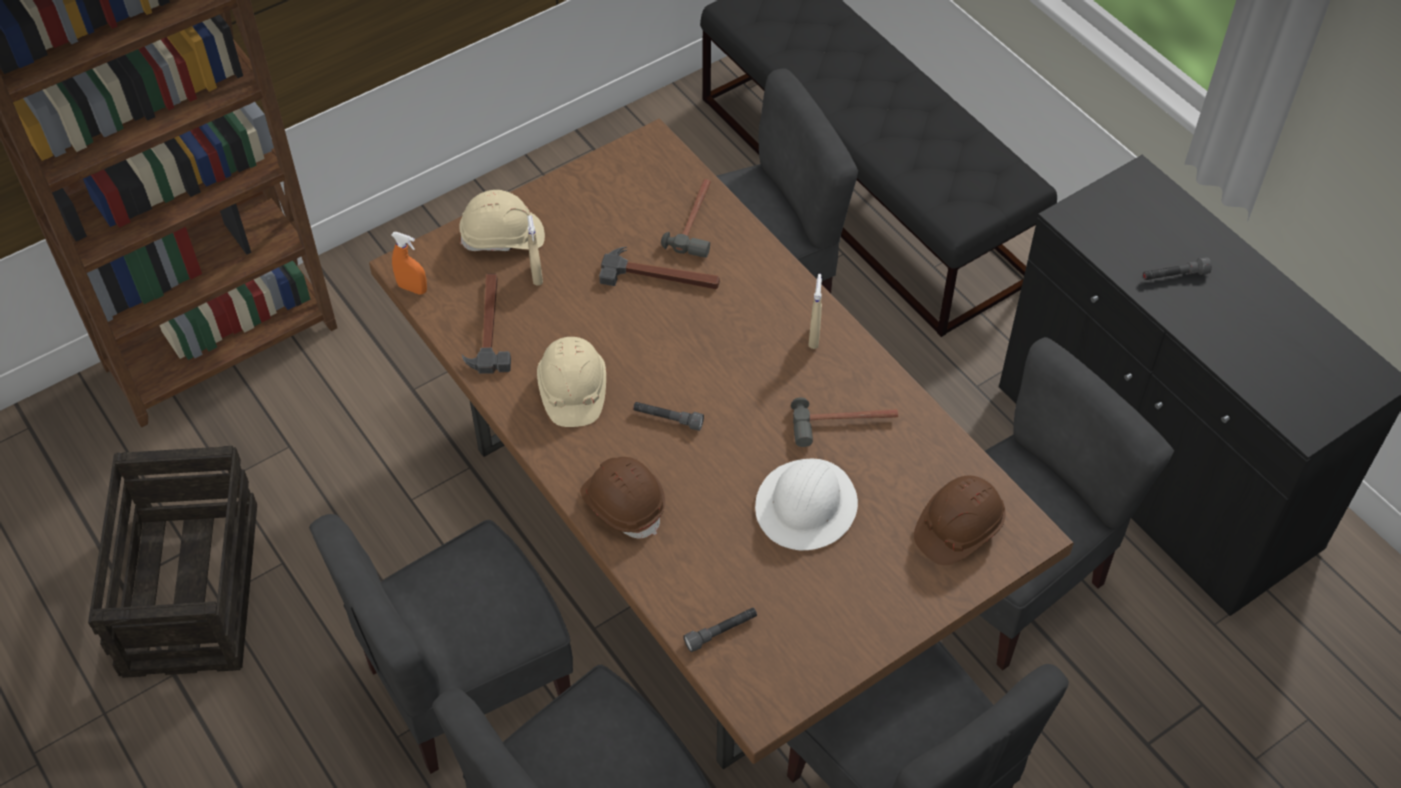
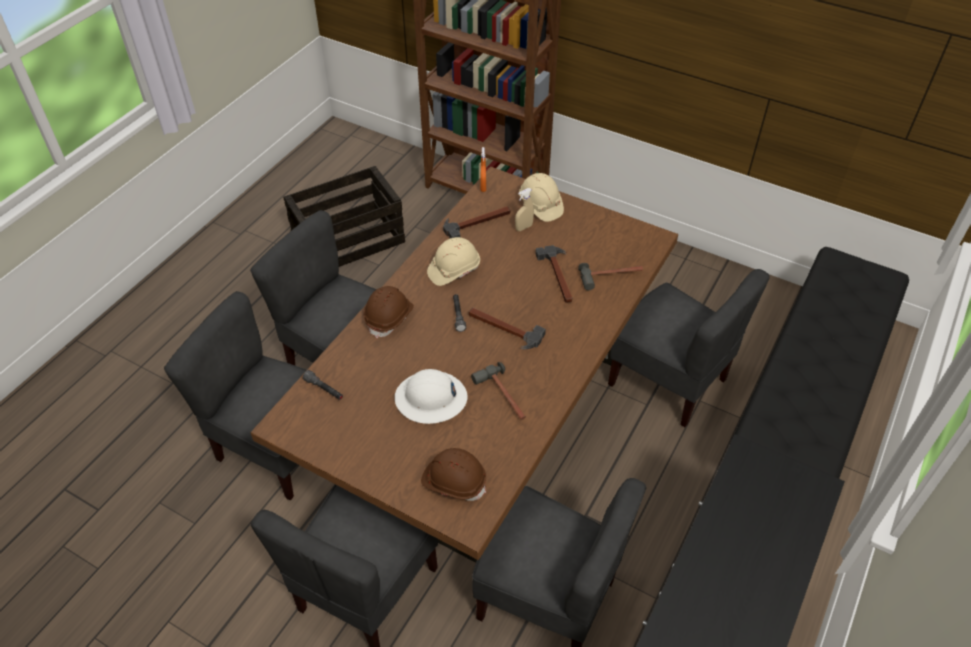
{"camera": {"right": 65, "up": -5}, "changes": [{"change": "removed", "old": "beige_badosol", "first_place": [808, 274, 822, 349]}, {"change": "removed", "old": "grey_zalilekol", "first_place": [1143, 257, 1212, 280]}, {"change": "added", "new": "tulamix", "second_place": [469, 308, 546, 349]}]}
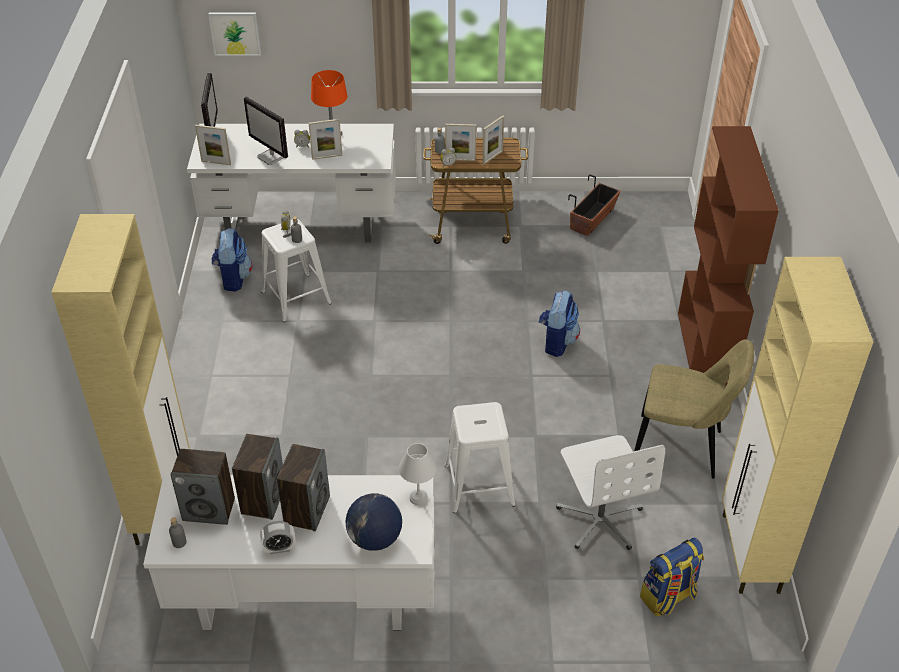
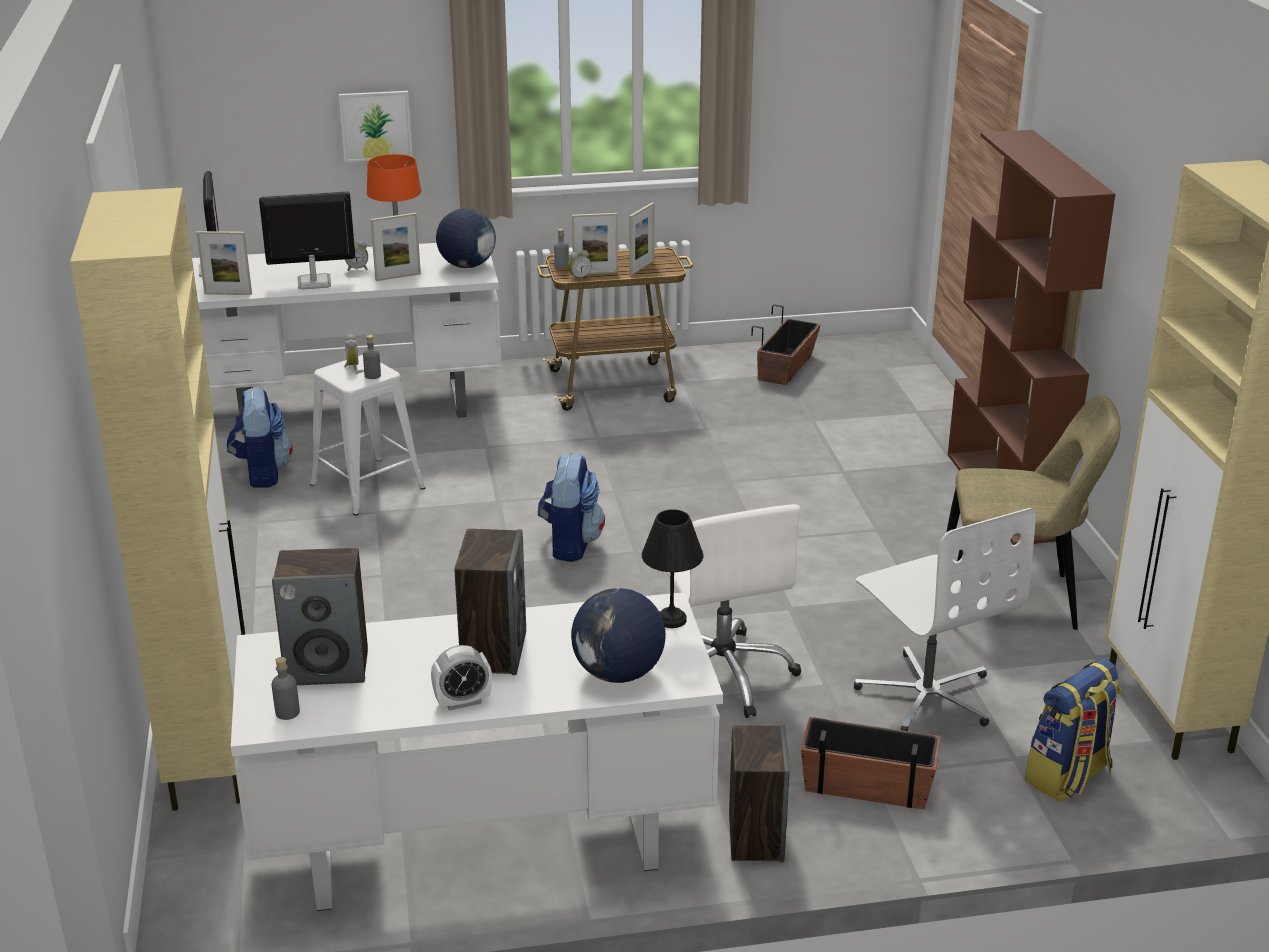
{"camera": {"right": -10, "up": -15}, "changes": [{"change": "moved", "old": "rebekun", "first_place": [208, 13, 261, 56], "second_place": [339, 91, 413, 162]}, {"change": "moved", "old": "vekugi", "first_place": [232, 434, 283, 520], "second_place": [729, 725, 790, 862]}, {"change": "turned", "old": "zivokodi", "first_place": [244, 96, 288, 165], "second_place": [259, 191, 355, 289], "degrees": 135}, {"change": "recoloured", "old": "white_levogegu", "new": "black_levogegu", "first_place": [399, 443, 437, 505], "second_place": [642, 509, 703, 628]}, {"change": "replaced", "old": "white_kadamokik", "new": "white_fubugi", "first_place": [444, 402, 516, 514], "second_place": [666, 504, 801, 718]}, {"change": "moved", "old": "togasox", "first_place": [539, 290, 580, 357], "second_place": [538, 453, 605, 562]}, {"change": "added", "new": "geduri", "second_place": [436, 208, 496, 268]}, {"change": "added", "new": "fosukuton", "second_place": [801, 717, 941, 809]}]}
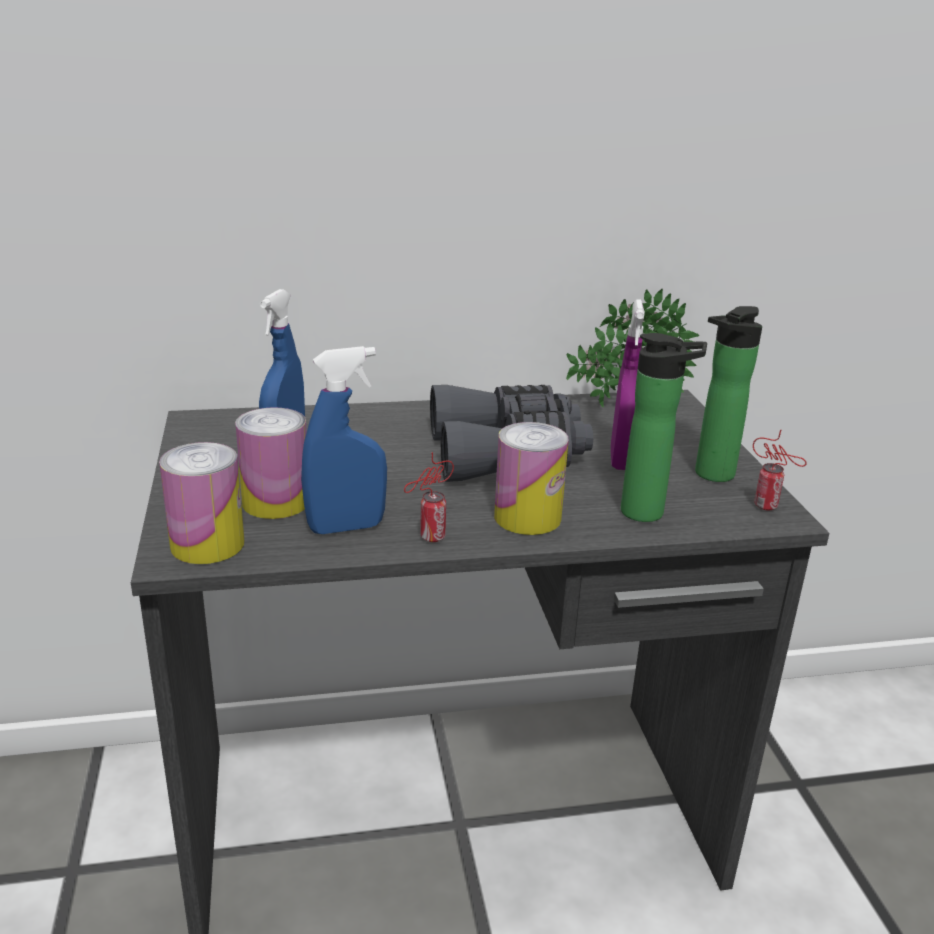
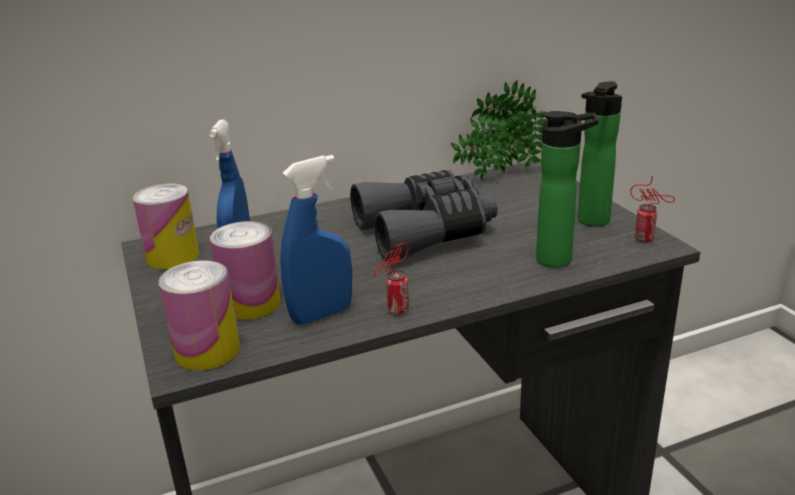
{"camera": {"right": -10, "up": 0}, "changes": [{"change": "moved", "old": "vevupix", "first_place": [494, 422, 569, 535], "second_place": [133, 184, 199, 270]}, {"change": "removed", "old": "purple_badosol", "first_place": [611, 299, 645, 470]}]}
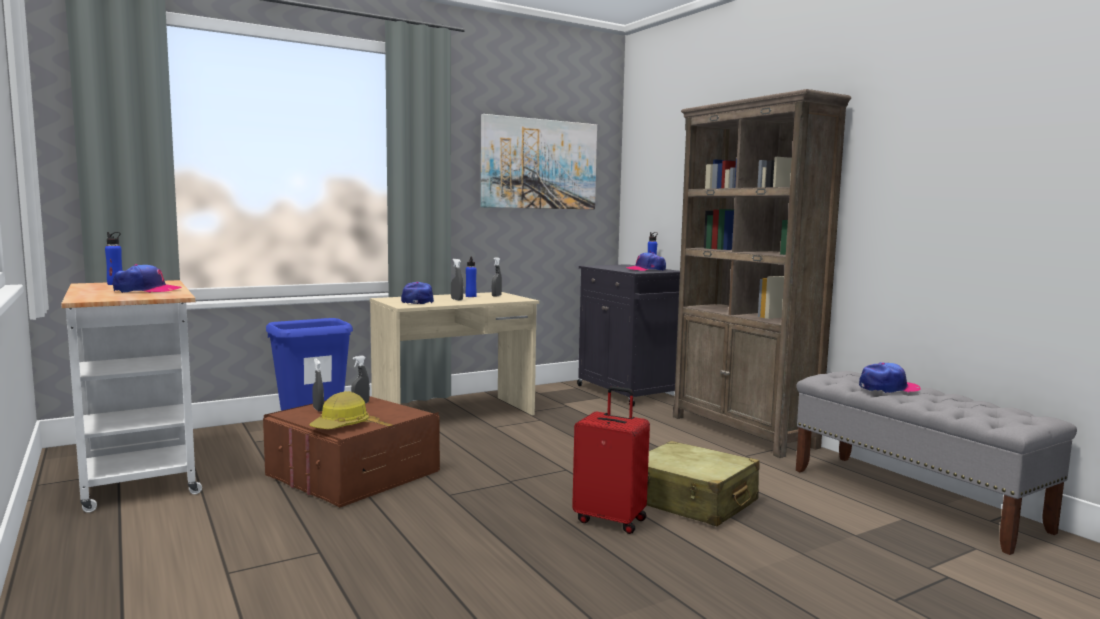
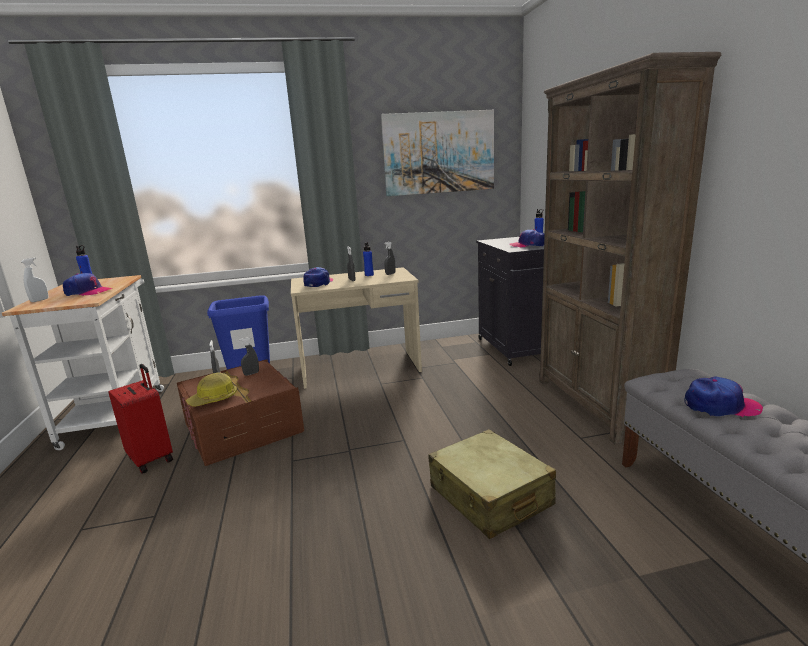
{"camera": {"right": 20, "up": 10}, "changes": [{"change": "moved", "old": "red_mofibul", "first_place": [572, 386, 650, 534], "second_place": [108, 364, 173, 474]}, {"change": "added", "new": "white_badosol", "second_place": [21, 257, 49, 302]}]}
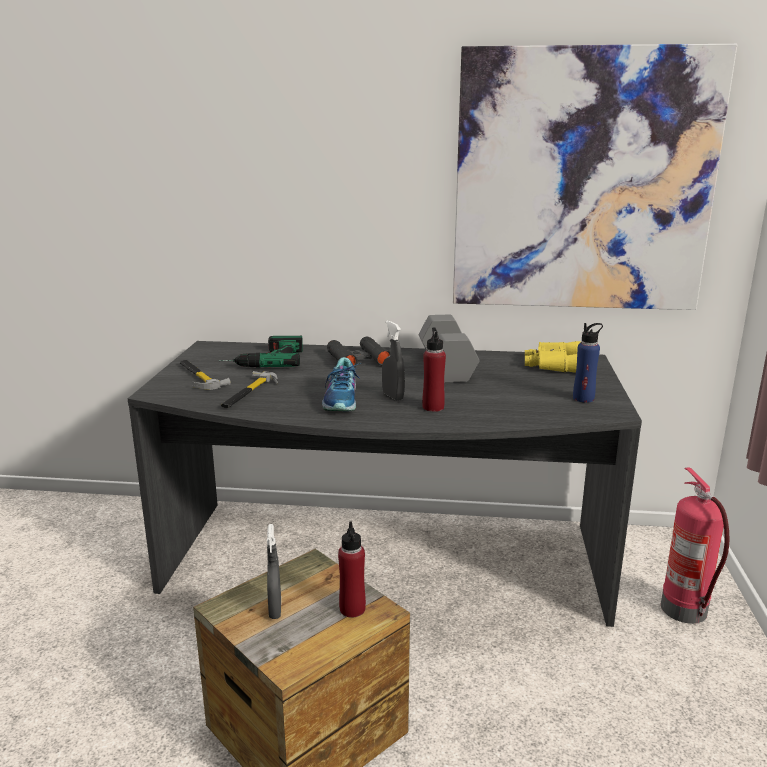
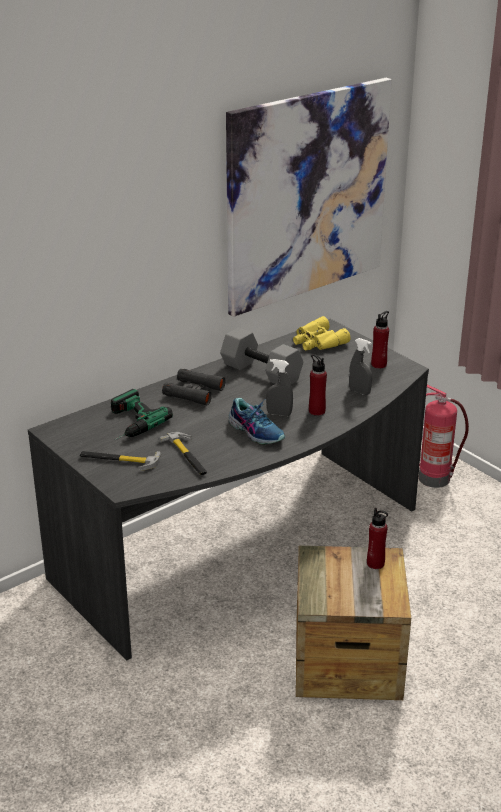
{"camera": {"right": -45, "up": 10}, "changes": [{"change": "moved", "old": "grey_badosol", "first_place": [267, 524, 281, 619], "second_place": [349, 338, 372, 395]}, {"change": "recoloured", "old": "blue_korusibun", "new": "red_korusibun", "first_place": [573, 323, 603, 403], "second_place": [371, 311, 389, 369]}]}
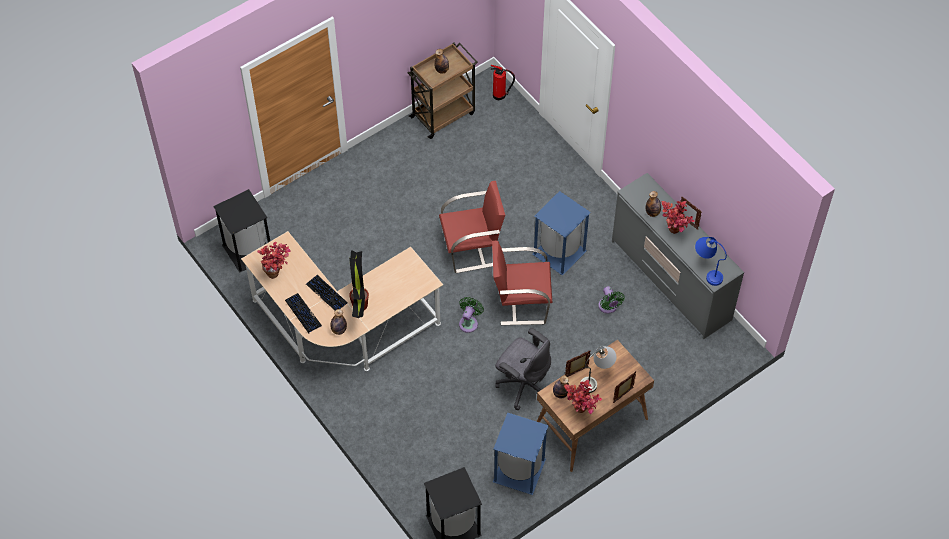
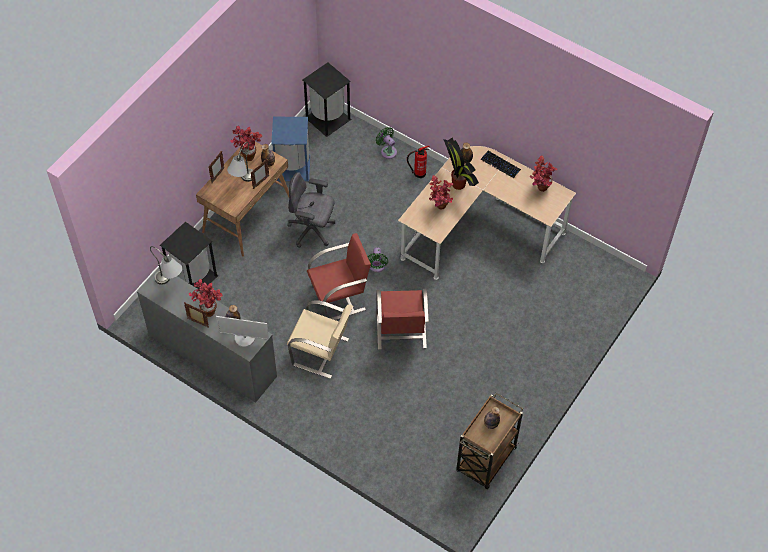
{"camera": {"right": 160, "up": 0}, "changes": [{"change": "moved", "old": "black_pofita", "first_place": [213, 189, 270, 272], "second_place": [160, 222, 218, 289]}, {"change": "removed", "old": "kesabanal", "first_place": [306, 275, 348, 310]}, {"change": "turned", "old": "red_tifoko", "first_place": [439, 181, 505, 273], "second_place": [377, 289, 429, 350], "degrees": -60}, {"change": "moved", "old": "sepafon", "first_place": [491, 65, 515, 100], "second_place": [407, 146, 430, 178]}, {"change": "replaced", "old": "blue_pofita", "new": "beige_tifoko", "first_place": [533, 191, 591, 276], "second_place": [287, 300, 353, 379]}, {"change": "moved", "old": "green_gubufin", "first_place": [598, 286, 625, 314], "second_place": [376, 127, 397, 159]}, {"change": "recoloured", "old": "blue_levogegu", "new": "grey_levogegu", "first_place": [695, 237, 727, 286], "second_place": [150, 246, 182, 285]}, {"change": "added", "new": "zivokodi", "second_place": [216, 316, 269, 347]}, {"change": "added", "new": "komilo", "second_place": [429, 175, 454, 209]}]}
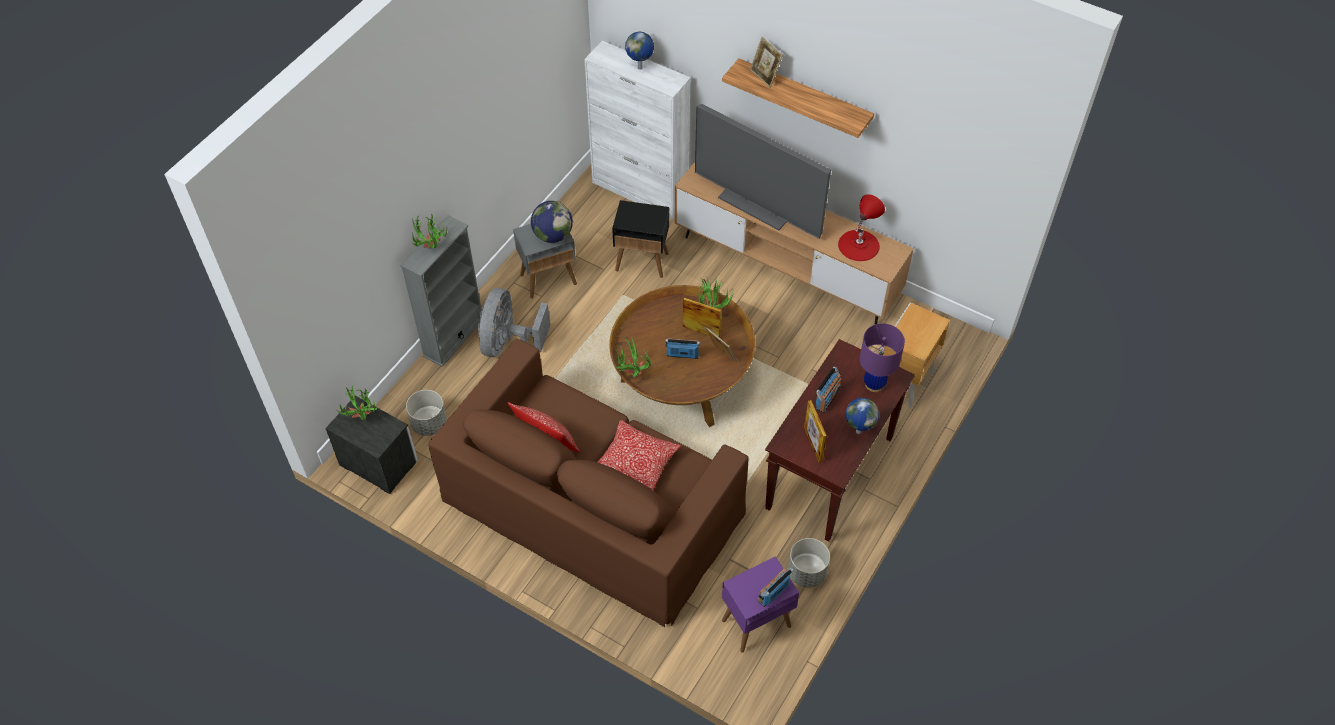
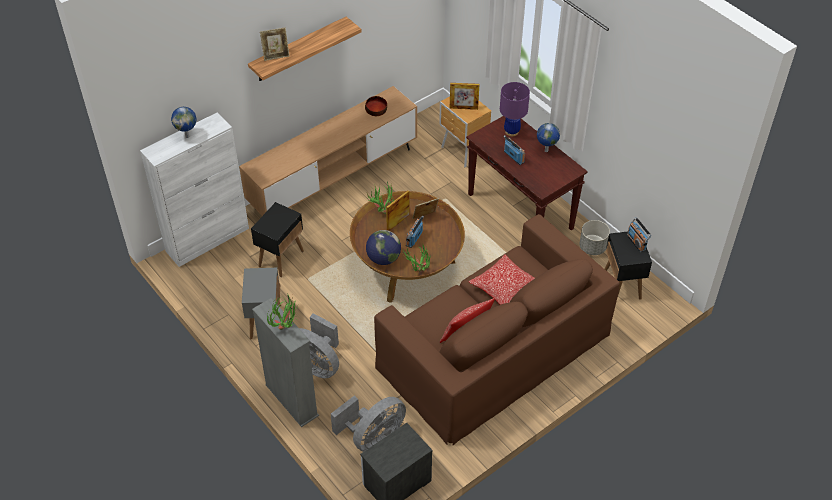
{"camera": {"right": -70, "up": -5}, "changes": [{"change": "removed", "old": "komilo", "first_place": [336, 386, 378, 420]}, {"change": "replaced", "old": "grey_fosukuton", "new": "grey_gubufin", "first_place": [406, 390, 447, 436], "second_place": [331, 396, 406, 452]}, {"change": "moved", "old": "geduri", "first_place": [531, 201, 573, 243], "second_place": [366, 230, 401, 265]}, {"change": "removed", "old": "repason", "first_place": [695, 104, 831, 239]}, {"change": "recoloured", "old": "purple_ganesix", "new": "black_ganesix", "first_place": [722, 556, 799, 652], "second_place": [605, 232, 652, 300]}, {"change": "moved", "old": "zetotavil", "first_place": [804, 400, 827, 463], "second_place": [449, 83, 479, 110]}, {"change": "replaced", "old": "red_levogegu", "new": "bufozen", "first_place": [838, 194, 885, 261], "second_place": [365, 96, 387, 116]}]}
